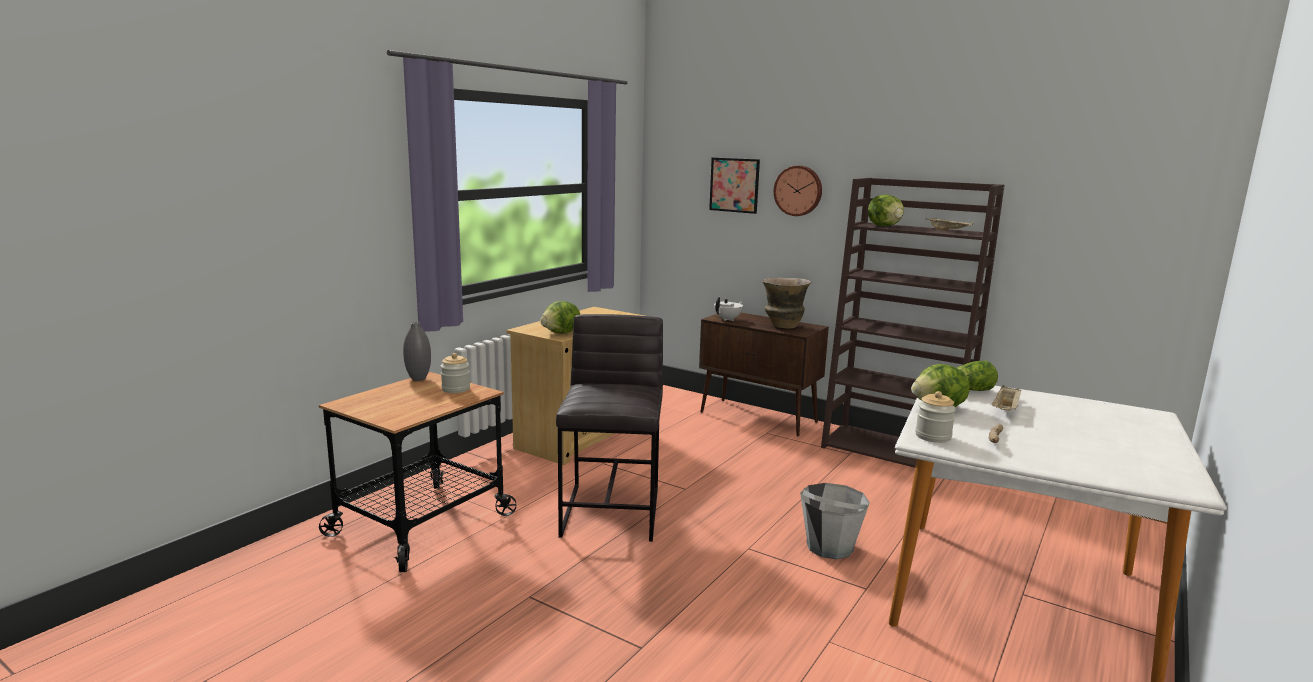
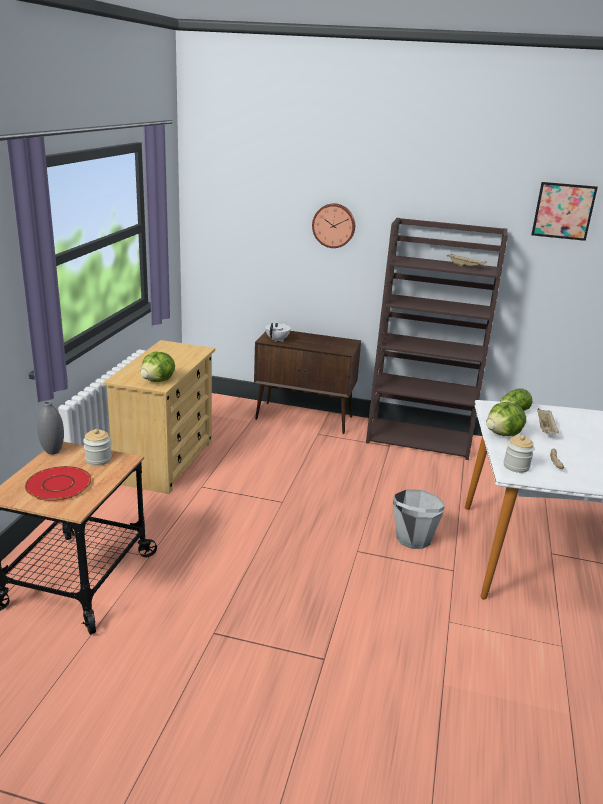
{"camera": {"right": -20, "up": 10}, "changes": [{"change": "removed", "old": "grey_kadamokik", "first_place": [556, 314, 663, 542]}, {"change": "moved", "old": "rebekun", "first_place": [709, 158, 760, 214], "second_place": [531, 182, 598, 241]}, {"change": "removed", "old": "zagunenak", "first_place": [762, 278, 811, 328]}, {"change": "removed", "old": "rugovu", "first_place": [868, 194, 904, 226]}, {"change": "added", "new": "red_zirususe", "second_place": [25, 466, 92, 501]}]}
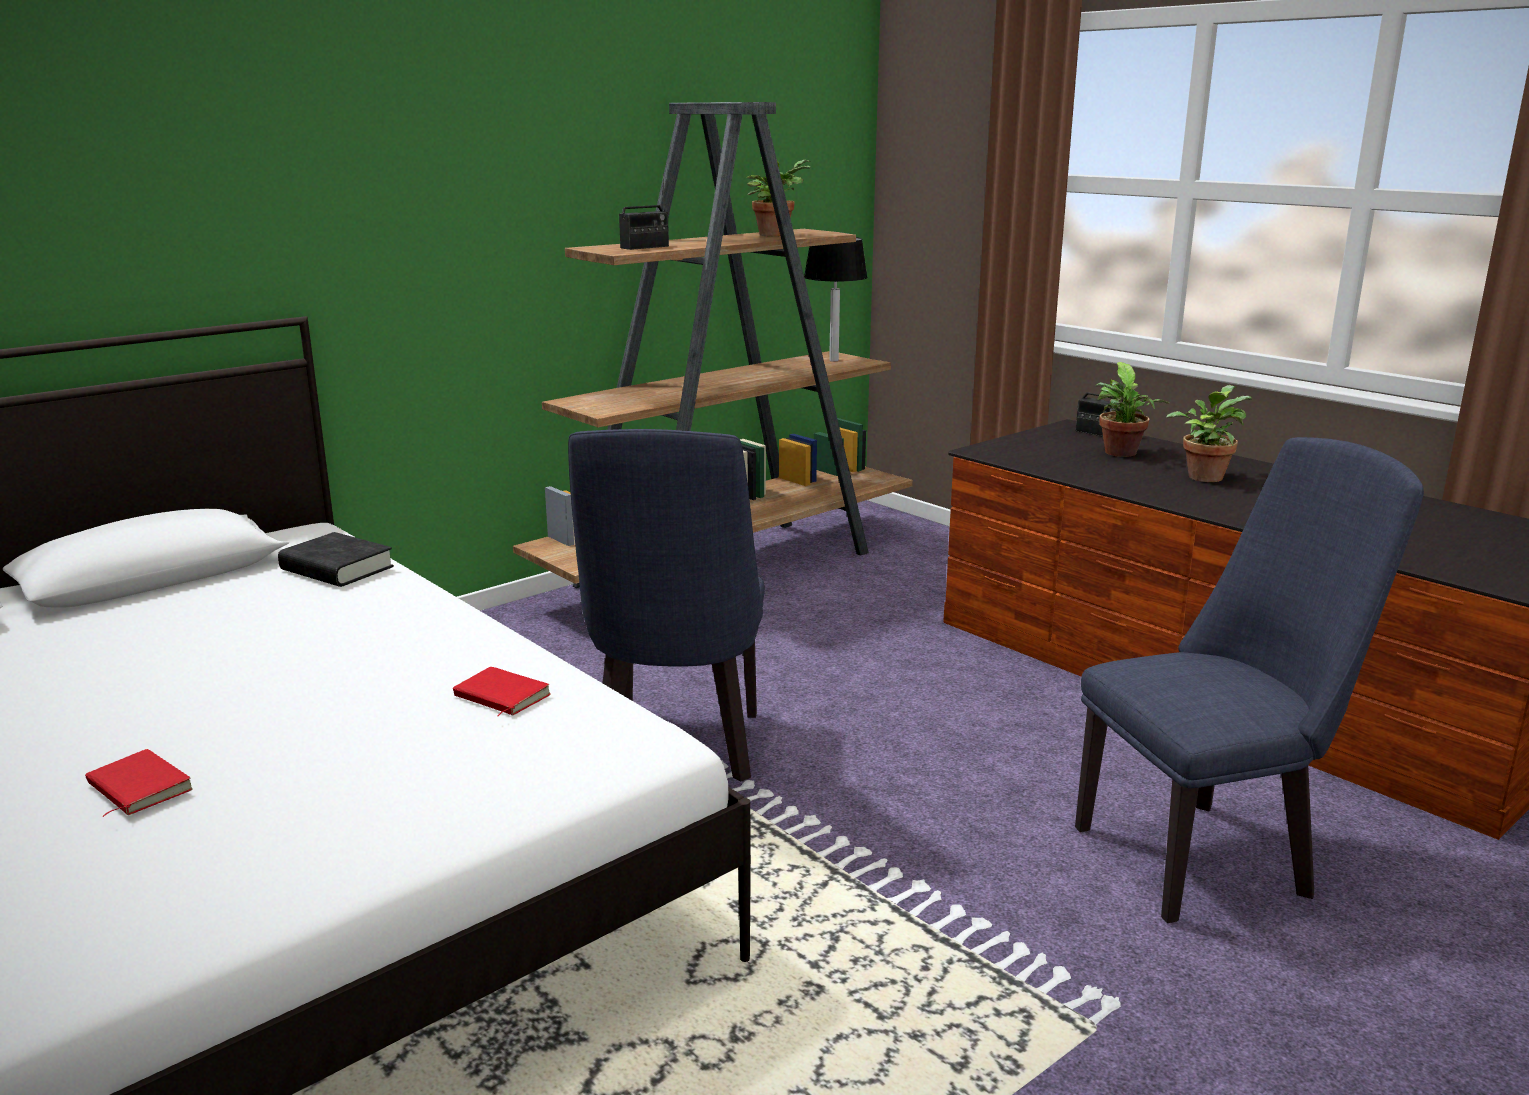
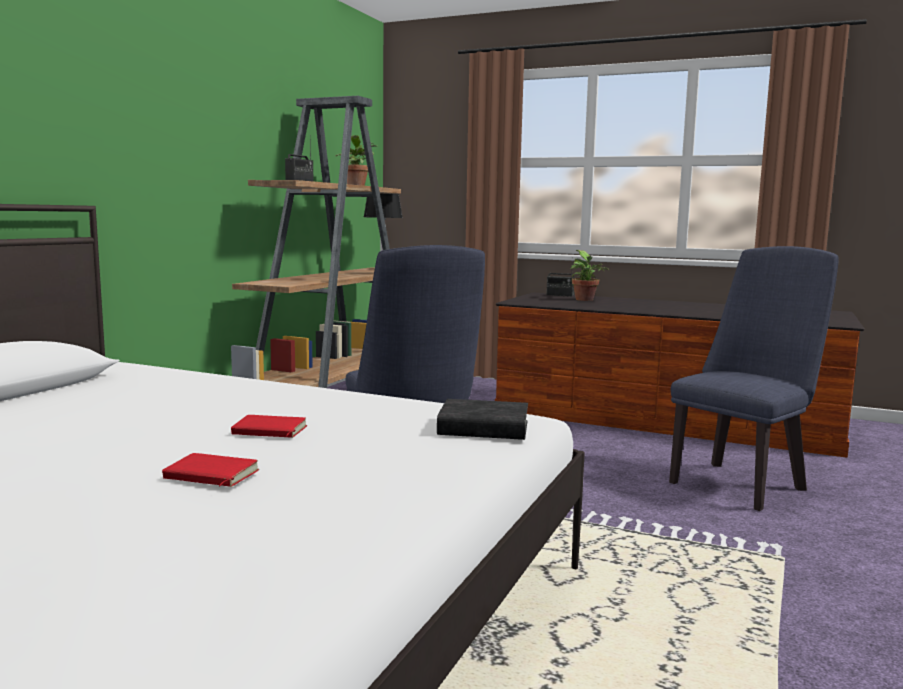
{"camera": {"right": -25, "up": -10}, "changes": [{"change": "moved", "old": "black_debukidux", "first_place": [278, 532, 394, 587], "second_place": [437, 399, 528, 440]}, {"change": "moved", "old": "red_debukidux", "first_place": [453, 667, 551, 716], "second_place": [231, 415, 308, 438]}, {"change": "removed", "old": "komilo", "first_place": [1167, 385, 1252, 482]}]}
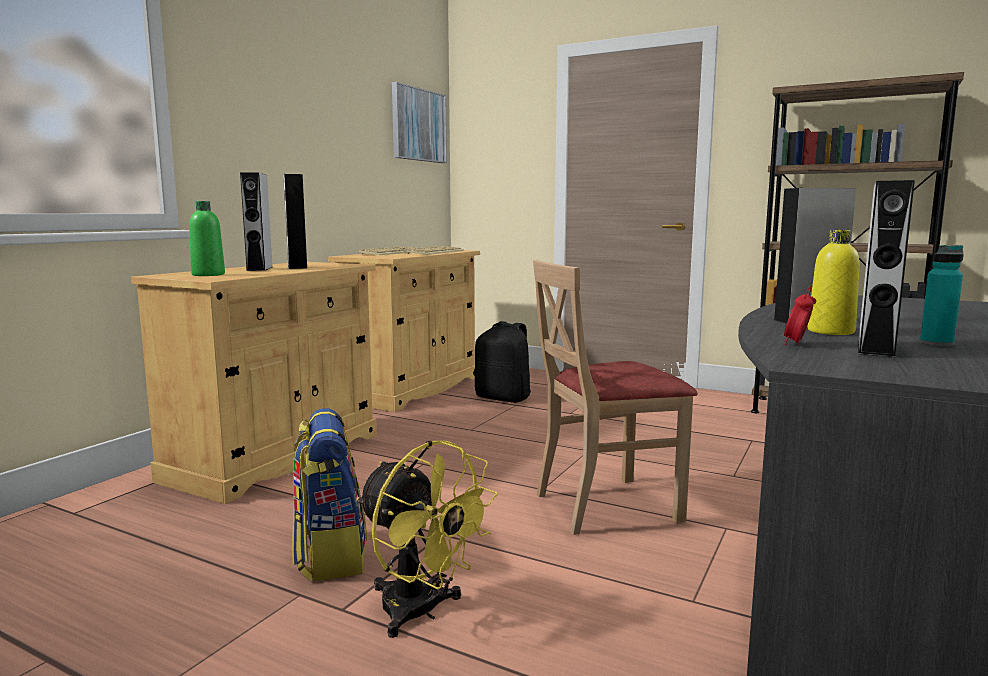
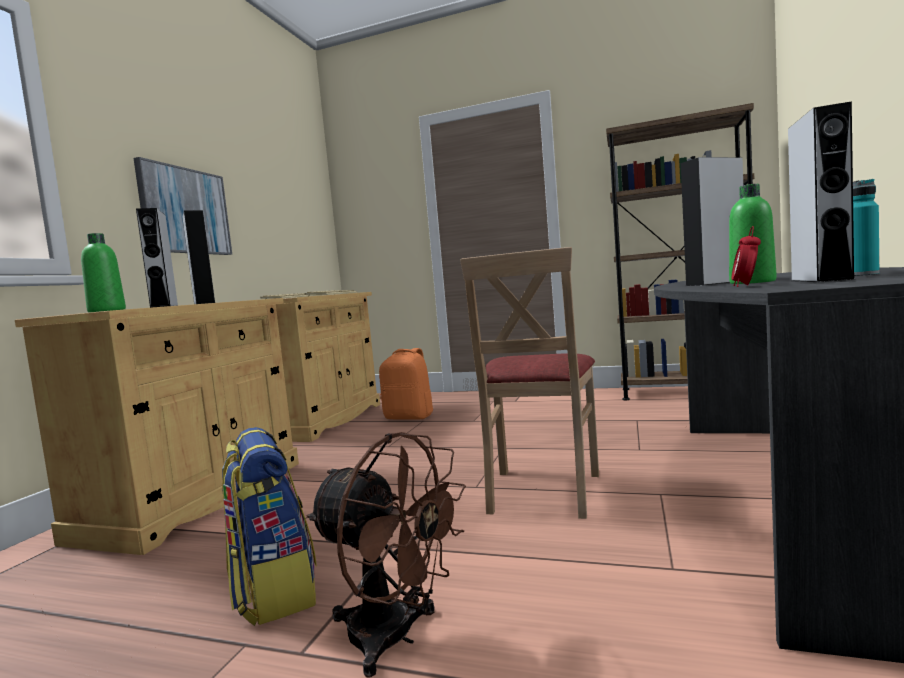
{"camera": {"right": -10, "up": -5}, "changes": [{"change": "recoloured", "old": "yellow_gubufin", "new": "brown_gubufin", "first_place": [357, 440, 498, 638], "second_place": [306, 432, 466, 678]}, {"change": "moved", "old": "rebekun", "first_place": [392, 82, 447, 163], "second_place": [134, 157, 232, 255]}, {"change": "recoloured", "old": "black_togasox", "new": "orange_togasox", "first_place": [474, 321, 531, 403], "second_place": [379, 348, 433, 420]}, {"change": "turned", "old": "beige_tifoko", "first_place": [533, 260, 698, 535], "second_place": [460, 247, 599, 519], "degrees": -45}, {"change": "recoloured", "old": "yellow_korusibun", "new": "green_korusibun", "first_place": [808, 230, 860, 335], "second_place": [729, 184, 777, 284]}]}
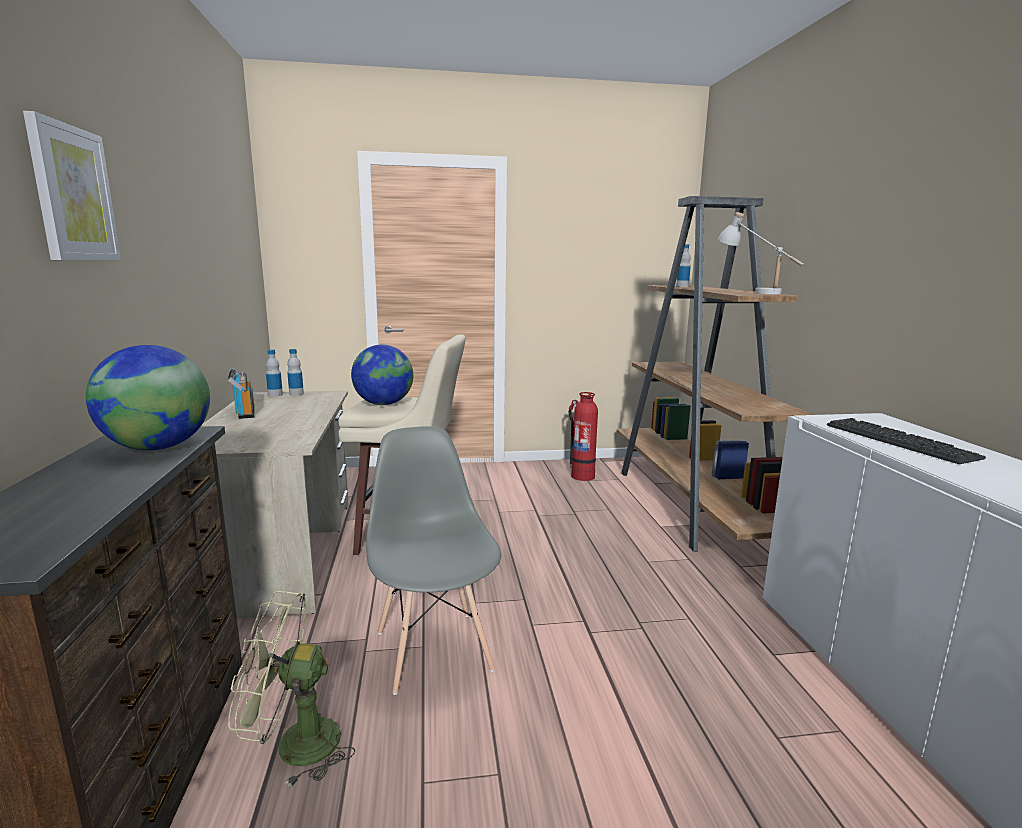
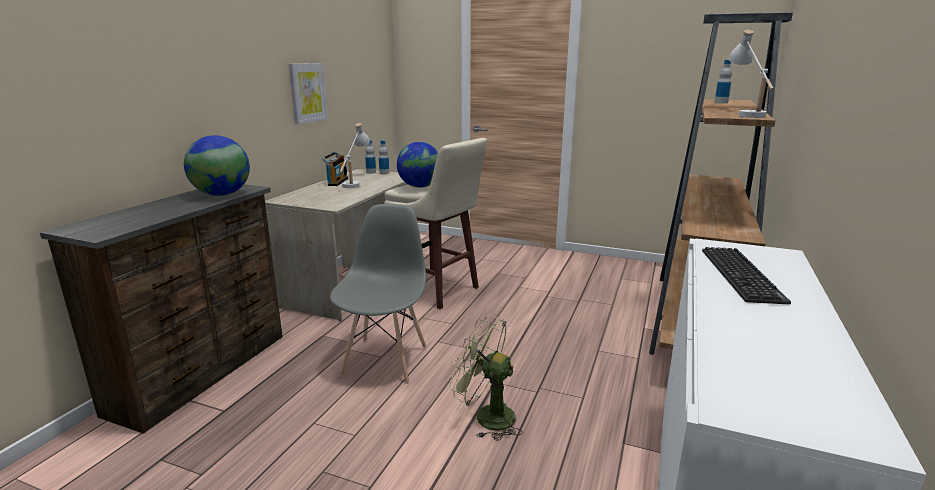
{"camera": {"right": 30, "up": 5}, "changes": [{"change": "moved", "old": "rebekun", "first_place": [23, 111, 121, 260], "second_place": [289, 63, 328, 124]}, {"change": "moved", "old": "green_gubufin", "first_place": [228, 591, 355, 788], "second_place": [449, 315, 523, 441]}, {"change": "removed", "old": "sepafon", "first_place": [569, 392, 598, 481]}, {"change": "added", "new": "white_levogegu", "second_place": [339, 123, 370, 188]}]}
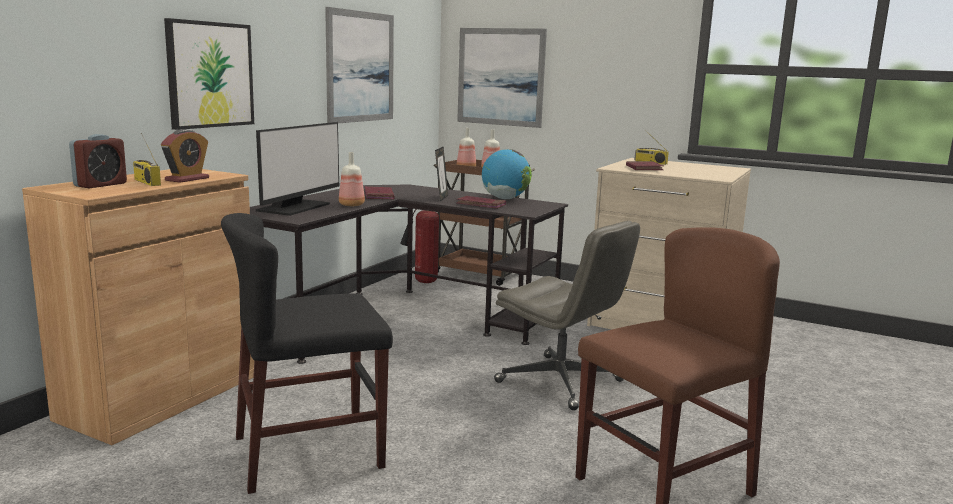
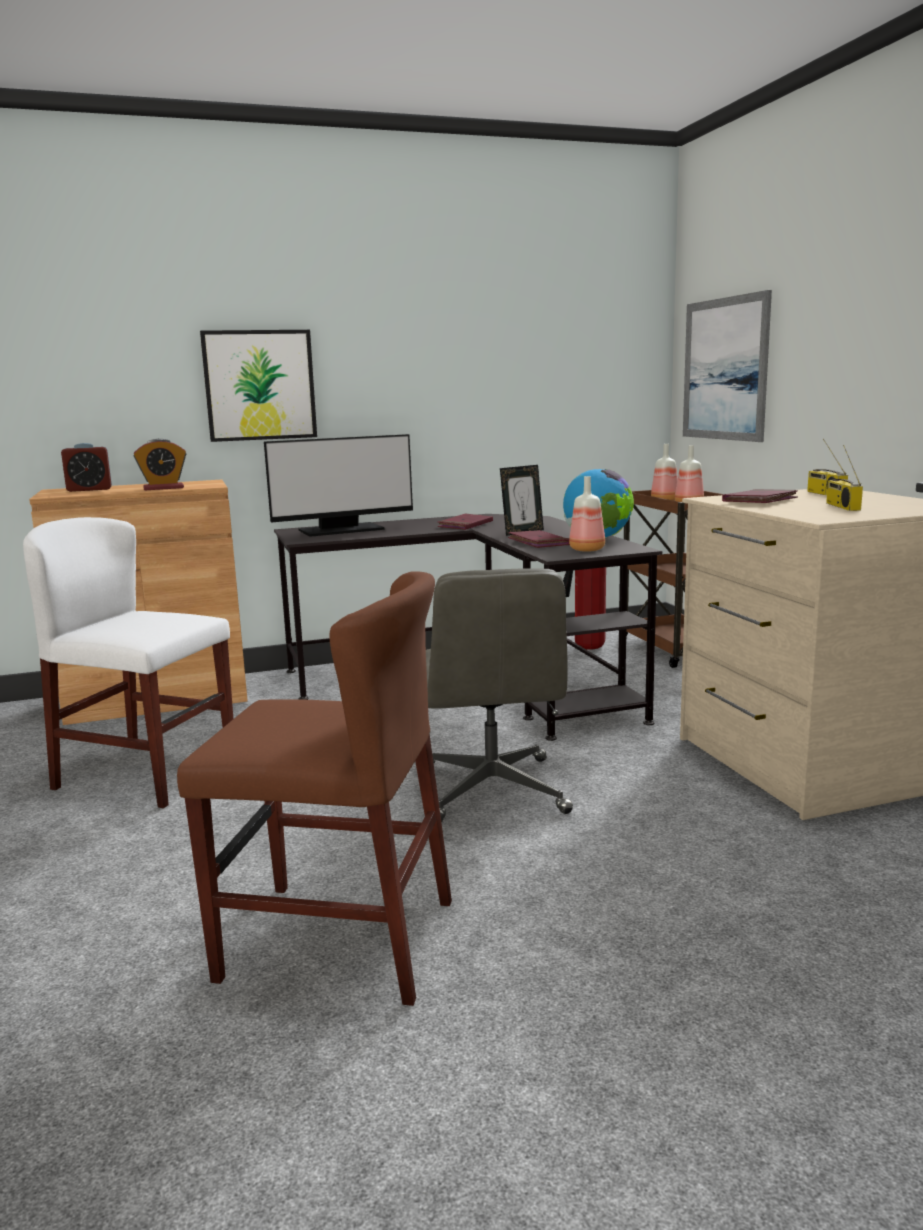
{"camera": {"right": 45, "up": 0}, "changes": [{"change": "moved", "old": "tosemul", "first_place": [133, 133, 161, 186], "second_place": [826, 445, 863, 511]}, {"change": "recoloured", "old": "black_tifoko", "new": "white_tifoko", "first_place": [221, 213, 393, 494], "second_place": [23, 517, 233, 808]}, {"change": "removed", "old": "rebekun", "first_place": [325, 7, 394, 123]}, {"change": "moved", "old": "korusibun", "first_place": [339, 152, 365, 206], "second_place": [569, 476, 605, 552]}]}
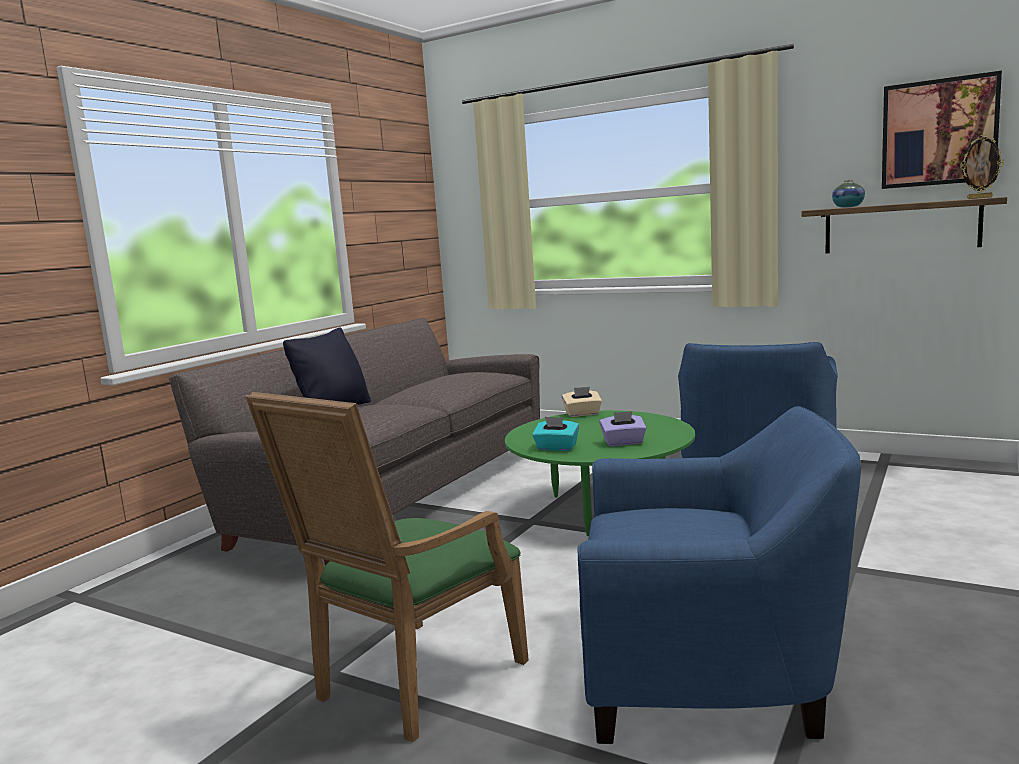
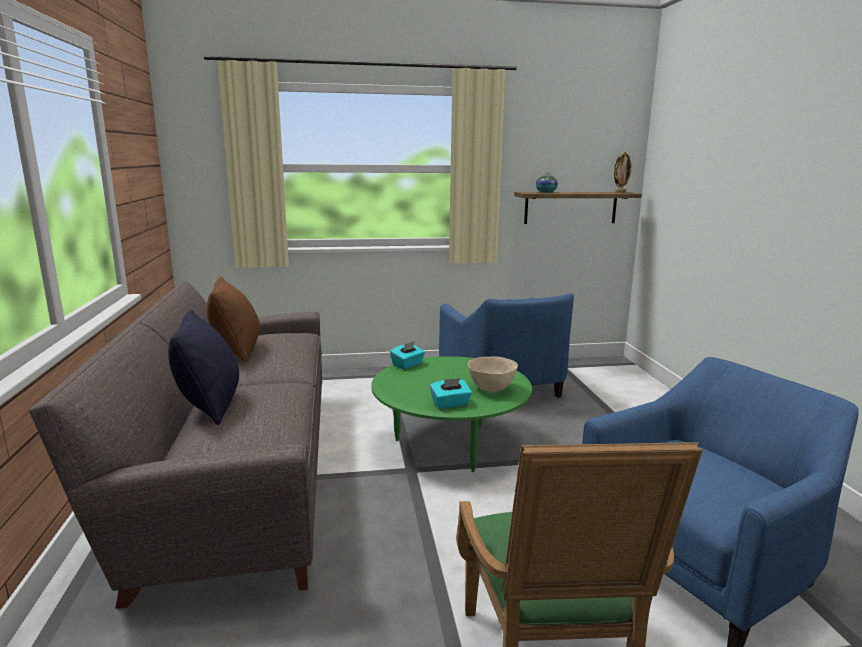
{"camera": {"right": -40, "up": 5}, "changes": [{"change": "recoloured", "old": "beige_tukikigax", "new": "turquoise_tukikigax", "first_place": [562, 387, 602, 417], "second_place": [390, 341, 425, 369]}, {"change": "replaced", "old": "purple_tukikigax", "new": "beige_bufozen", "first_place": [599, 411, 647, 446], "second_place": [467, 356, 518, 392]}, {"change": "removed", "old": "rebekun", "first_place": [882, 71, 1002, 189]}, {"change": "added", "new": "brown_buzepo", "second_place": [207, 277, 260, 363]}]}
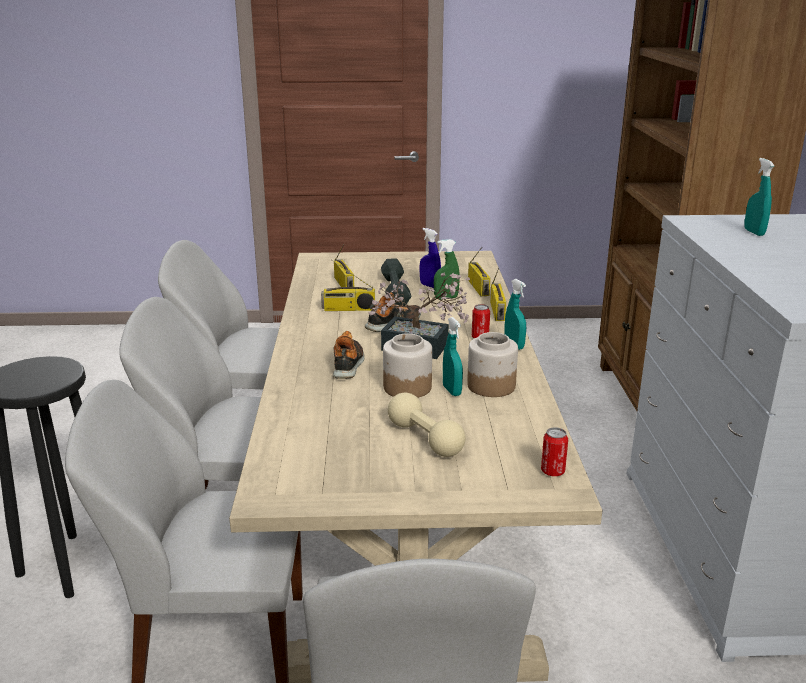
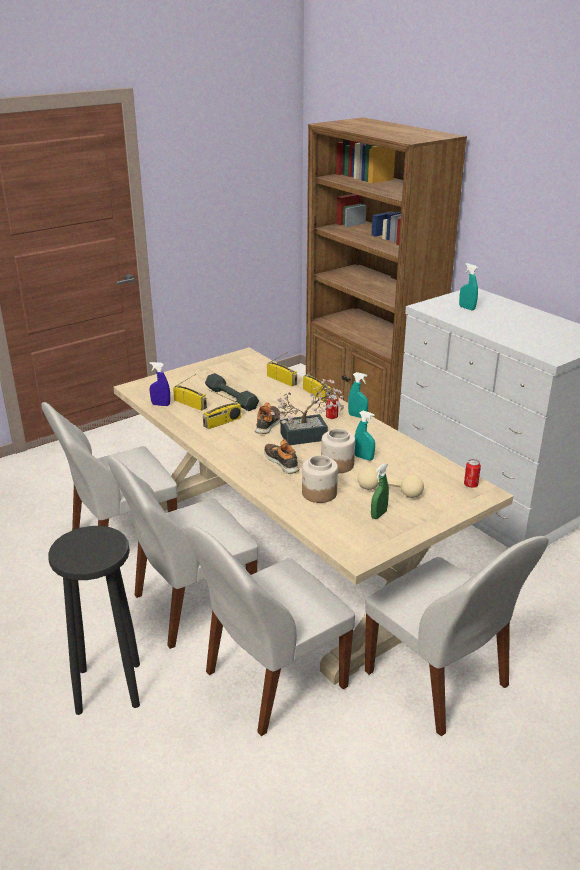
{"camera": {"right": -35, "up": 5}, "changes": [{"change": "moved", "old": "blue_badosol", "first_place": [420, 228, 441, 288], "second_place": [149, 362, 170, 406]}, {"change": "moved", "old": "green_badosol", "first_place": [434, 239, 460, 299], "second_place": [371, 463, 389, 519]}, {"change": "moved", "old": "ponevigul", "first_place": [467, 332, 518, 397], "second_place": [302, 455, 338, 503]}]}
